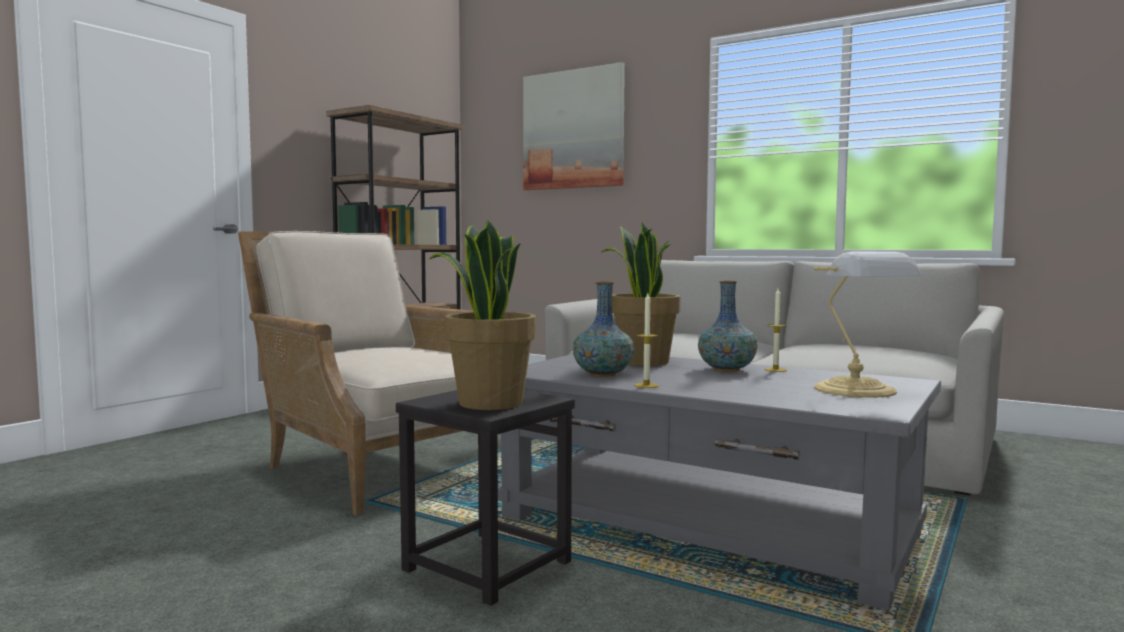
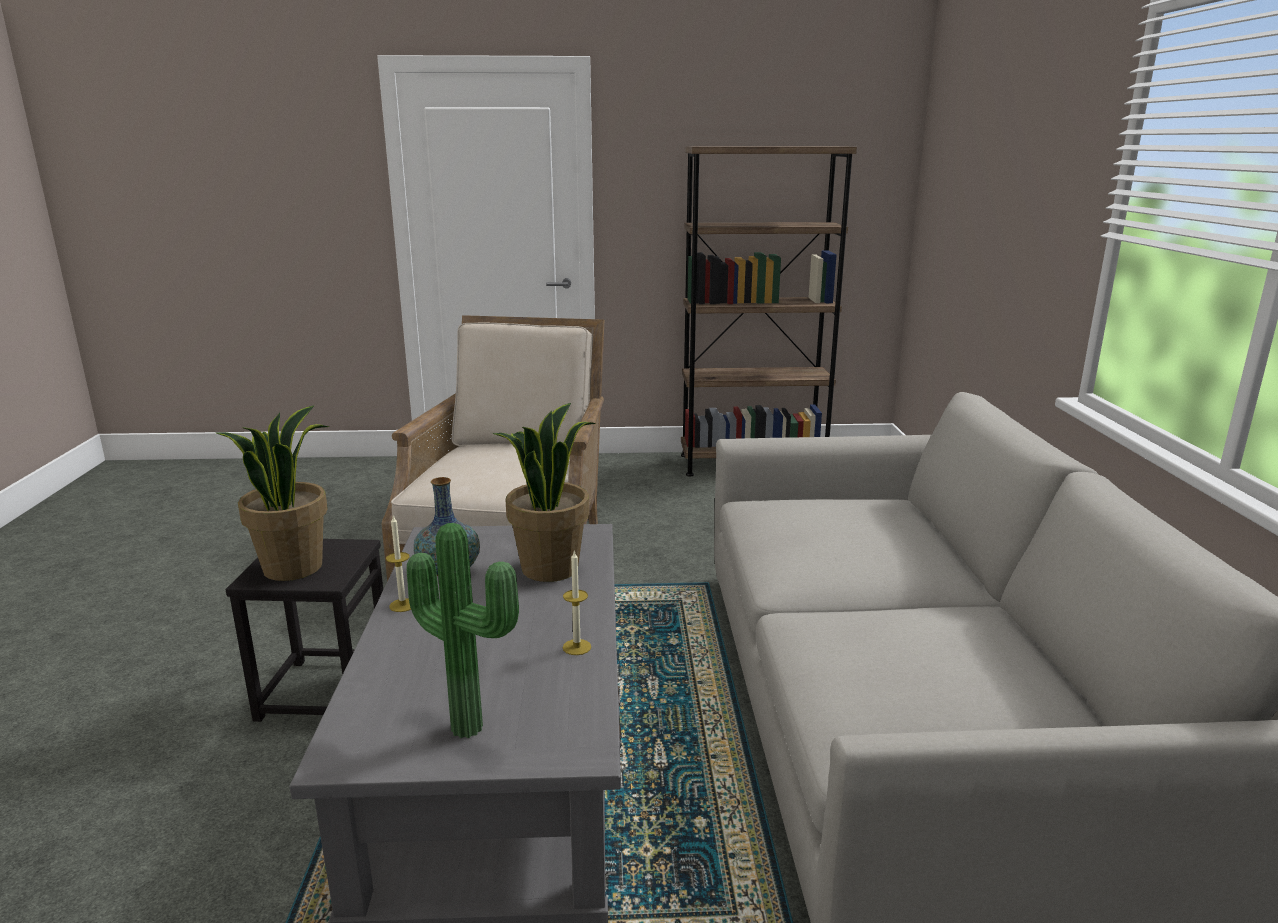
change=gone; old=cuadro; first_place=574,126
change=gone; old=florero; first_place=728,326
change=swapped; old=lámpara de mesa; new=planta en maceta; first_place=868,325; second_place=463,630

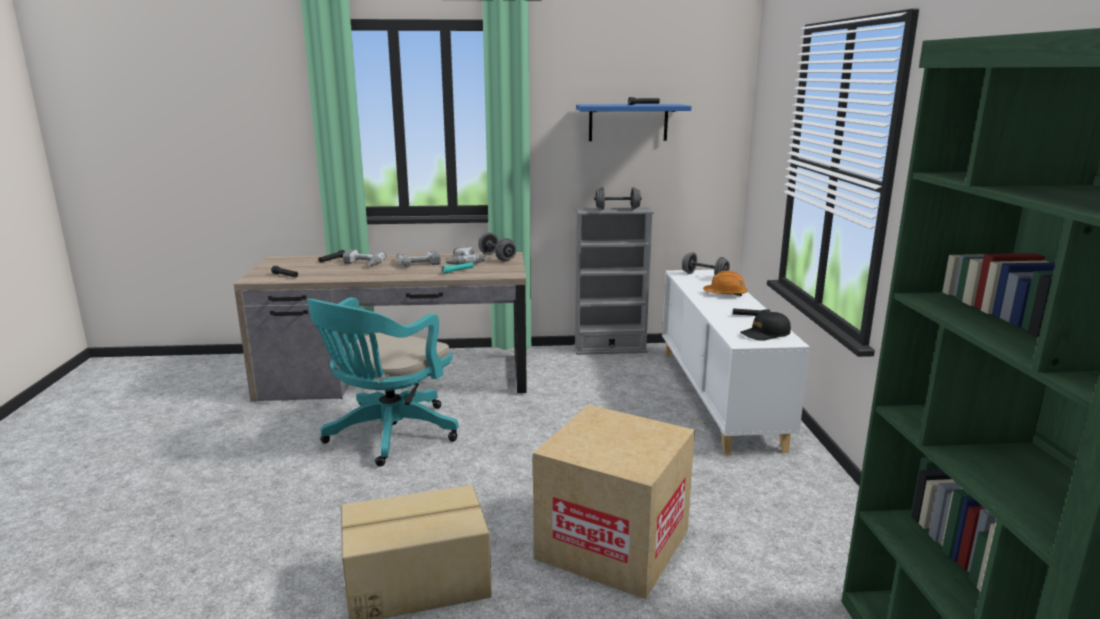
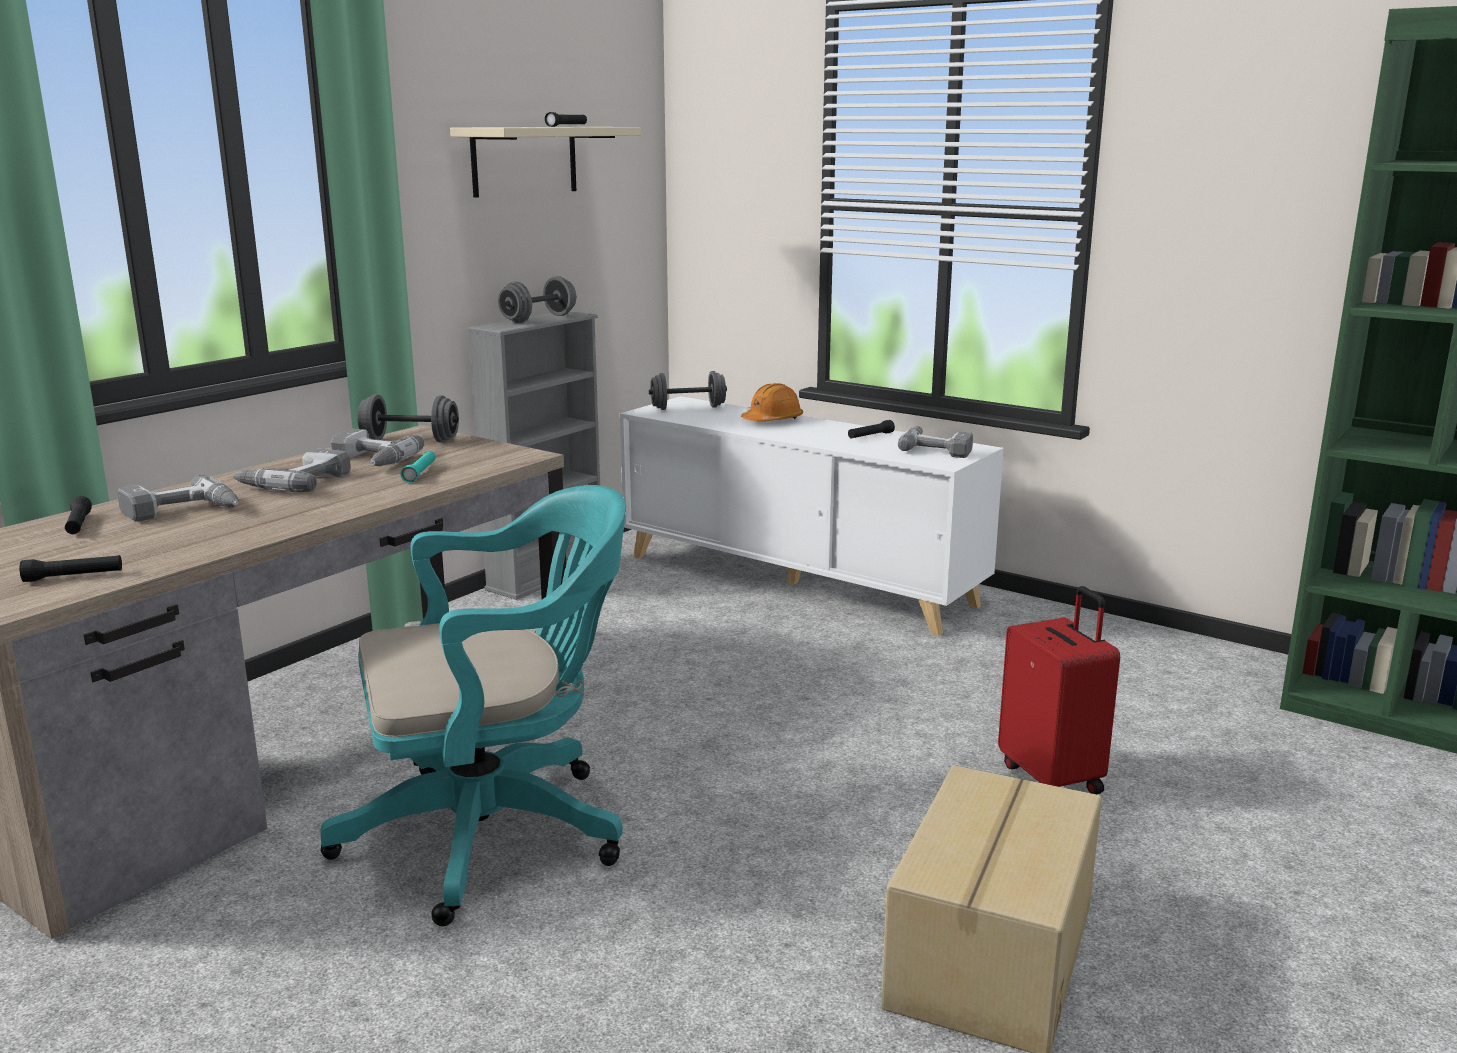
change=swapped; old=caja de cartón; new=maleta (rojo); first_place=614,501; second_place=1059,690
change=swapped; old=gorra (negro); new=taladro; first_place=765,326; second_place=935,442
change=repainted; old=estante (azul); new=estante (beis); first_place=634,122; second_place=545,162
change=rotated; old=silla de oficina (turquesa); first_place=382,382; second_place=473,705; degrees=-90

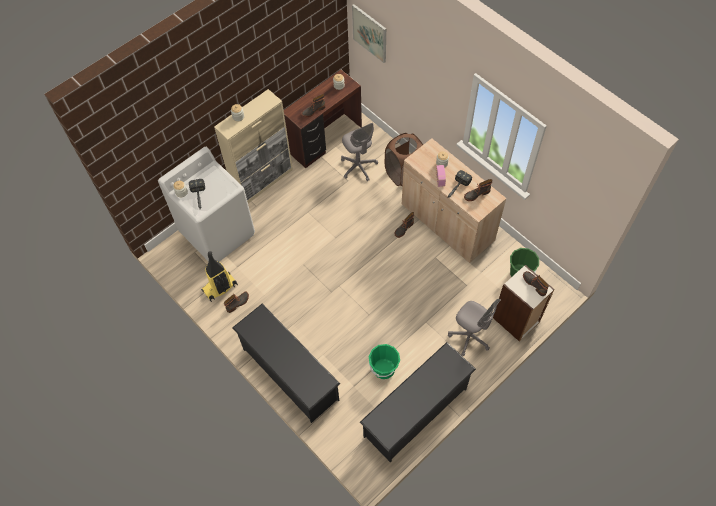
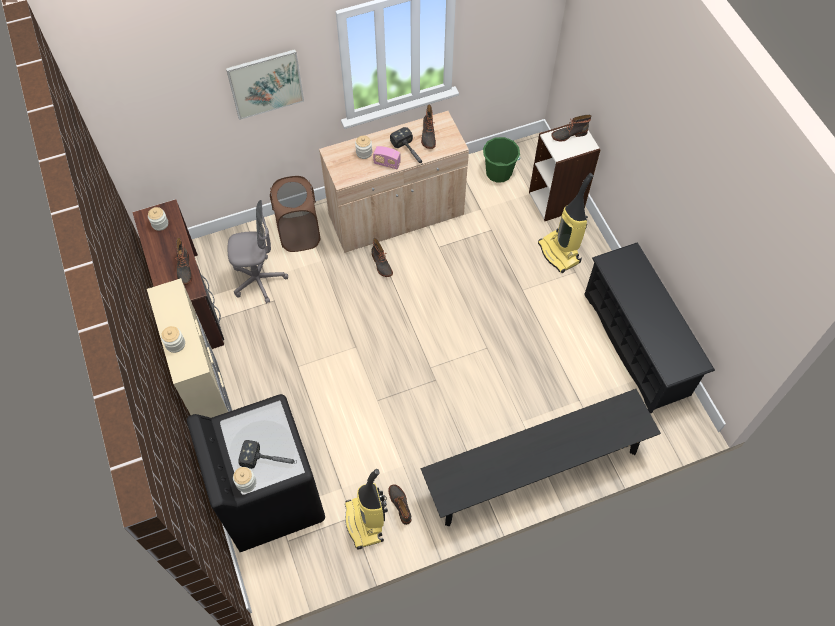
change=gone; old=cubo (verde); first_place=384,361
change=shifted; old=cuadro; first_place=369,33; second_place=265,84
change=swapped; old=zapatero (negro); new=banco (negro); first_place=286,363; second_place=541,457
change=swapped; old=silla de oficina (gris); new=aspiradora; first_place=474,327; second_place=566,223
change=repainted; old=lavadora (blanco); new=lavadora (negro); first_place=206,204; second_place=256,473

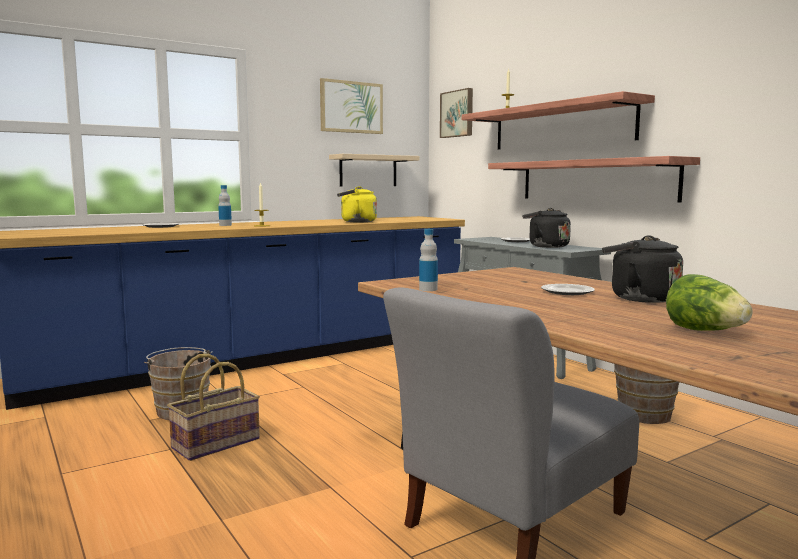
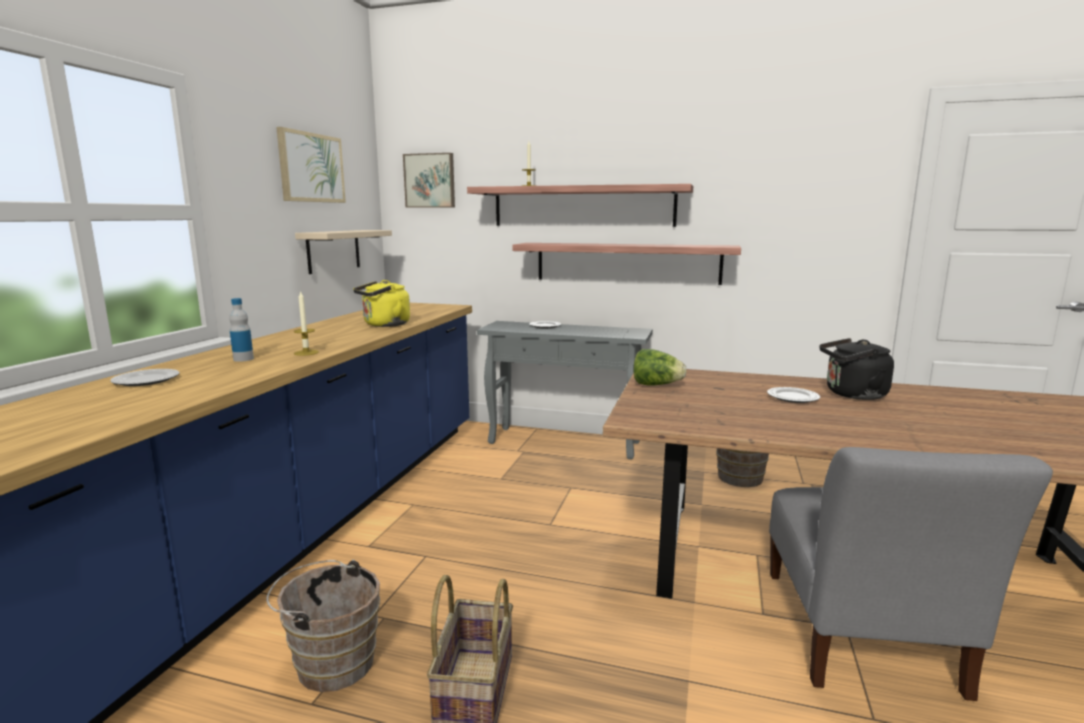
change=gone; old=botella; first_place=428,260
change=gone; old=hervidor (negro); first_place=546,228
change=shifted; old=lechuga; first_place=709,302; second_place=660,367

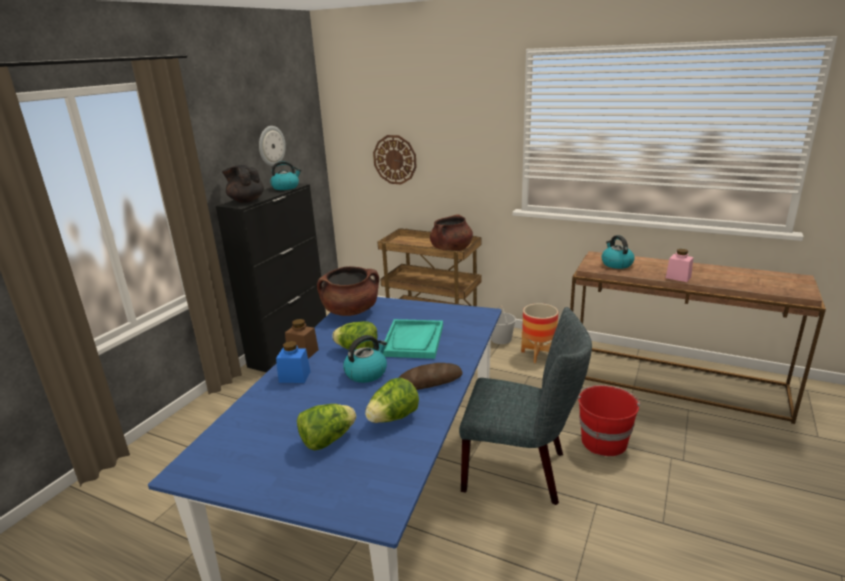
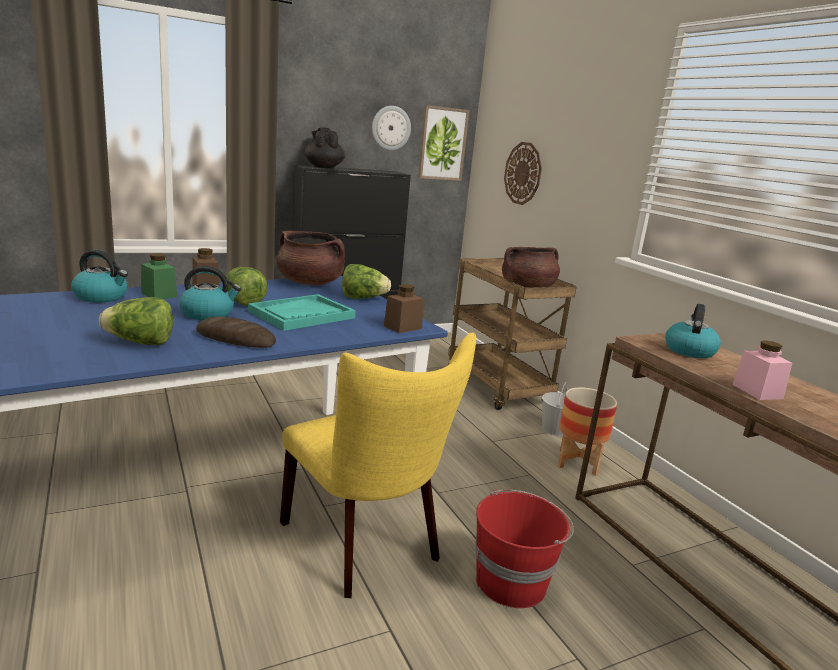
change=new; new=tarro (marrón); second_place=404,308
change=new; new=cuadro; second_place=443,143
change=shifted; old=hervidor; first_place=285,175; second_place=99,276
change=shifted; old=lechuga; first_place=326,427; second_place=366,281
change=repainted; old=tarro (azul); new=tarro (verde); first_place=293,362; second_place=159,276
change=repainted; old=silla (gris); new=silla (amarillo); first_place=525,406; second_place=378,465

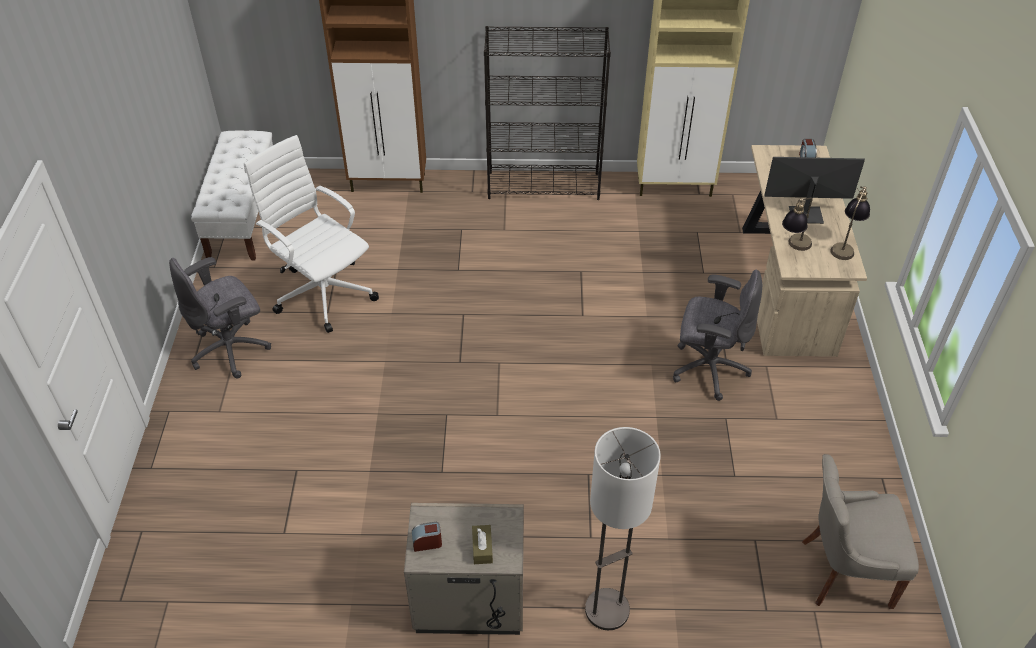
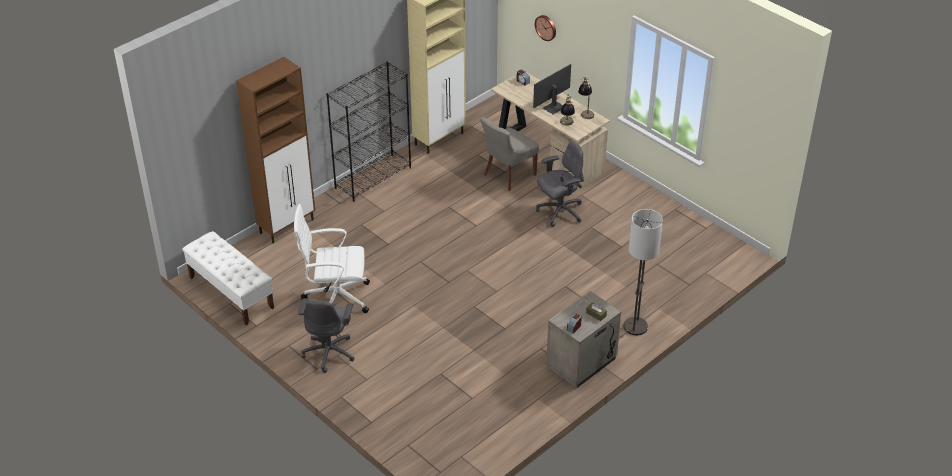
change=new; new=reloj de pared; second_place=545,28
change=shifted; old=silla (gris); first_place=860,531; second_place=509,154

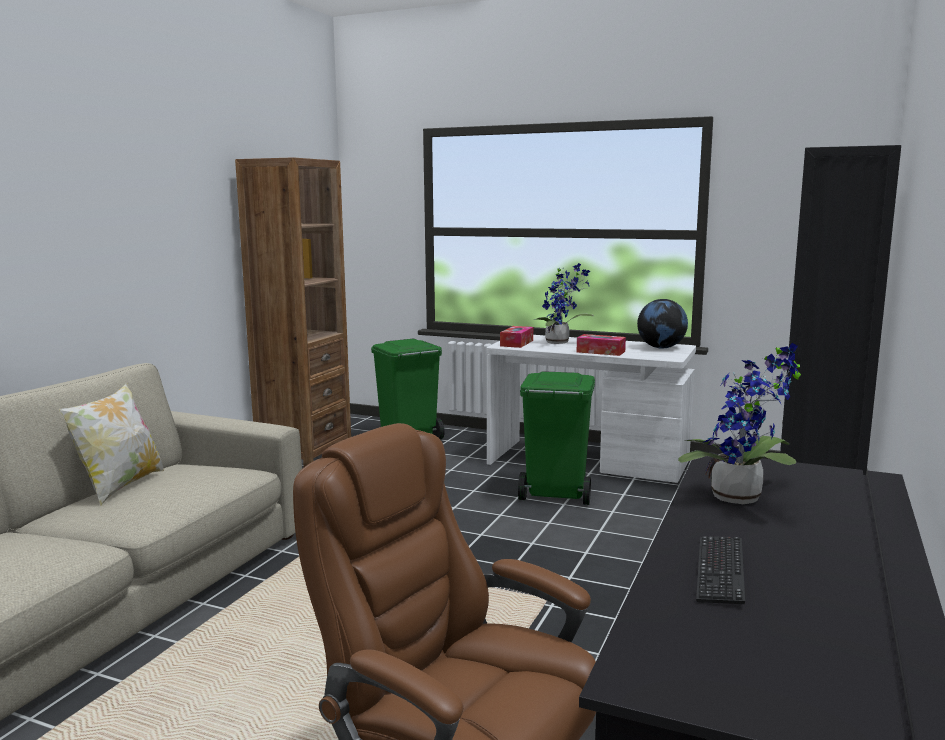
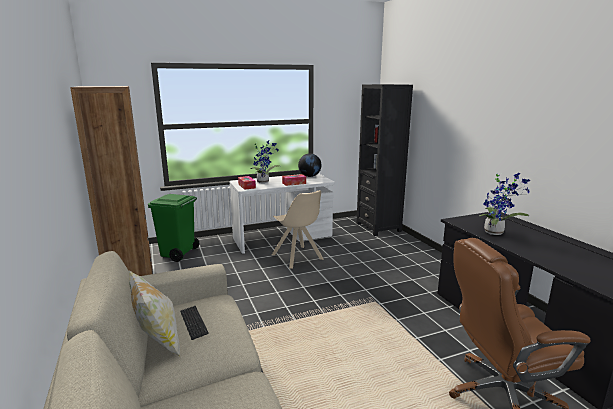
change=shifted; old=teclado; first_place=720,570; second_place=194,323
change=swapped; old=papelera (verde); new=silla (beis); first_place=556,438; second_place=297,229

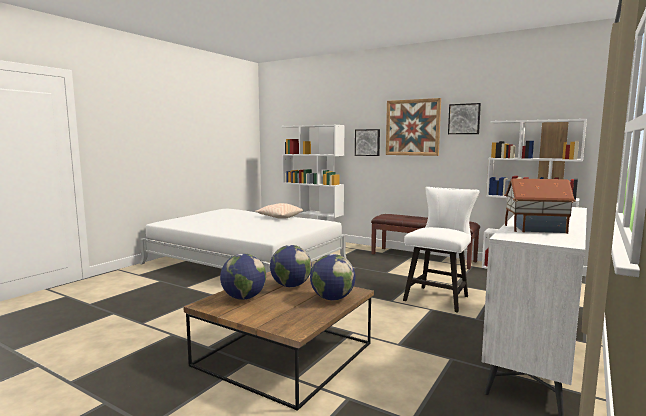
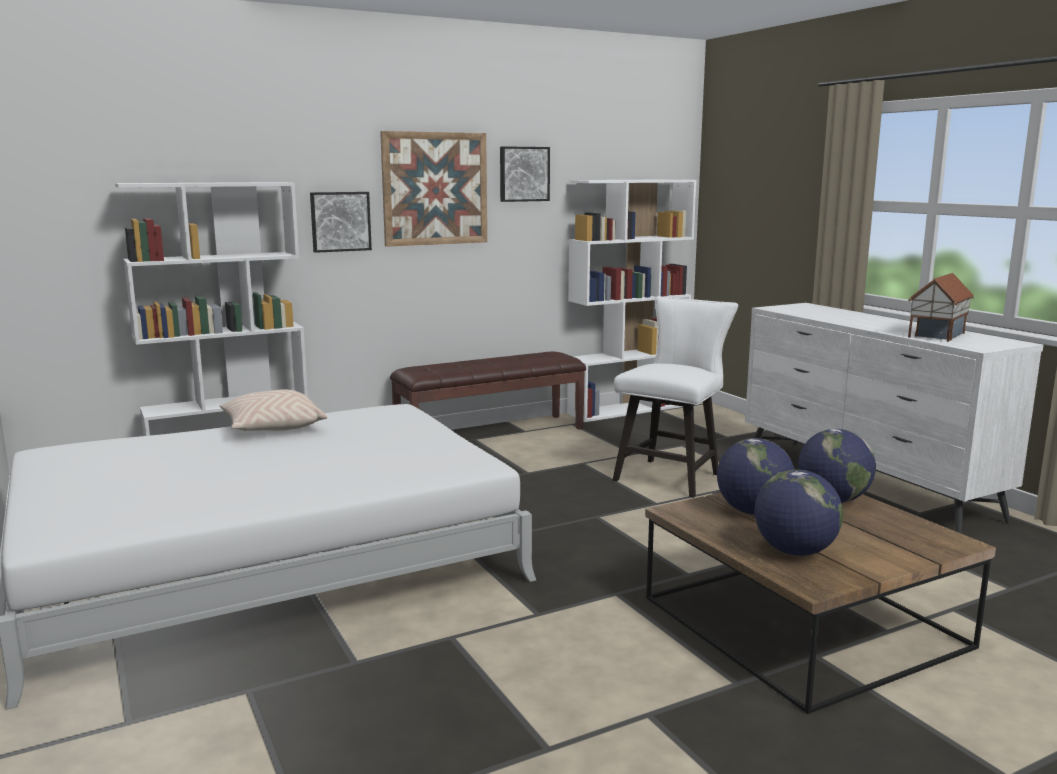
change=rotated; old=silla (blanco); first_place=441,250; second_place=675,397; degrees=60

